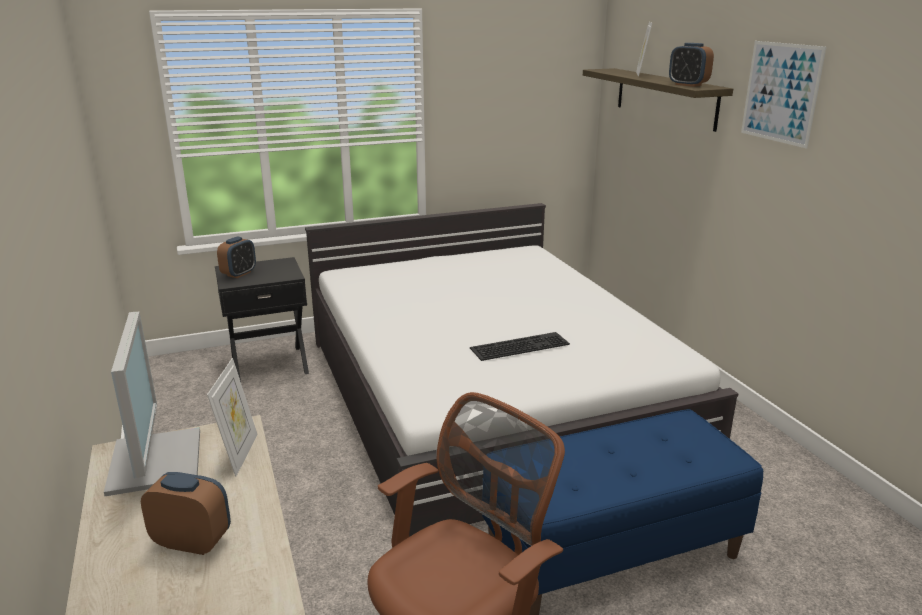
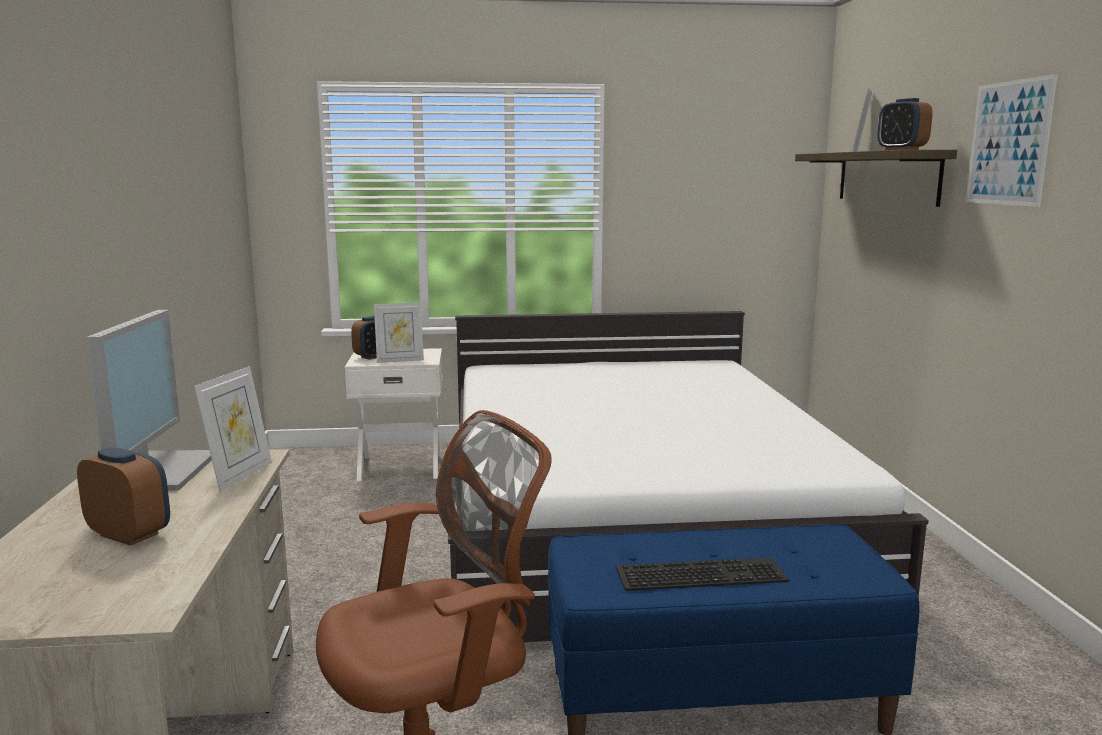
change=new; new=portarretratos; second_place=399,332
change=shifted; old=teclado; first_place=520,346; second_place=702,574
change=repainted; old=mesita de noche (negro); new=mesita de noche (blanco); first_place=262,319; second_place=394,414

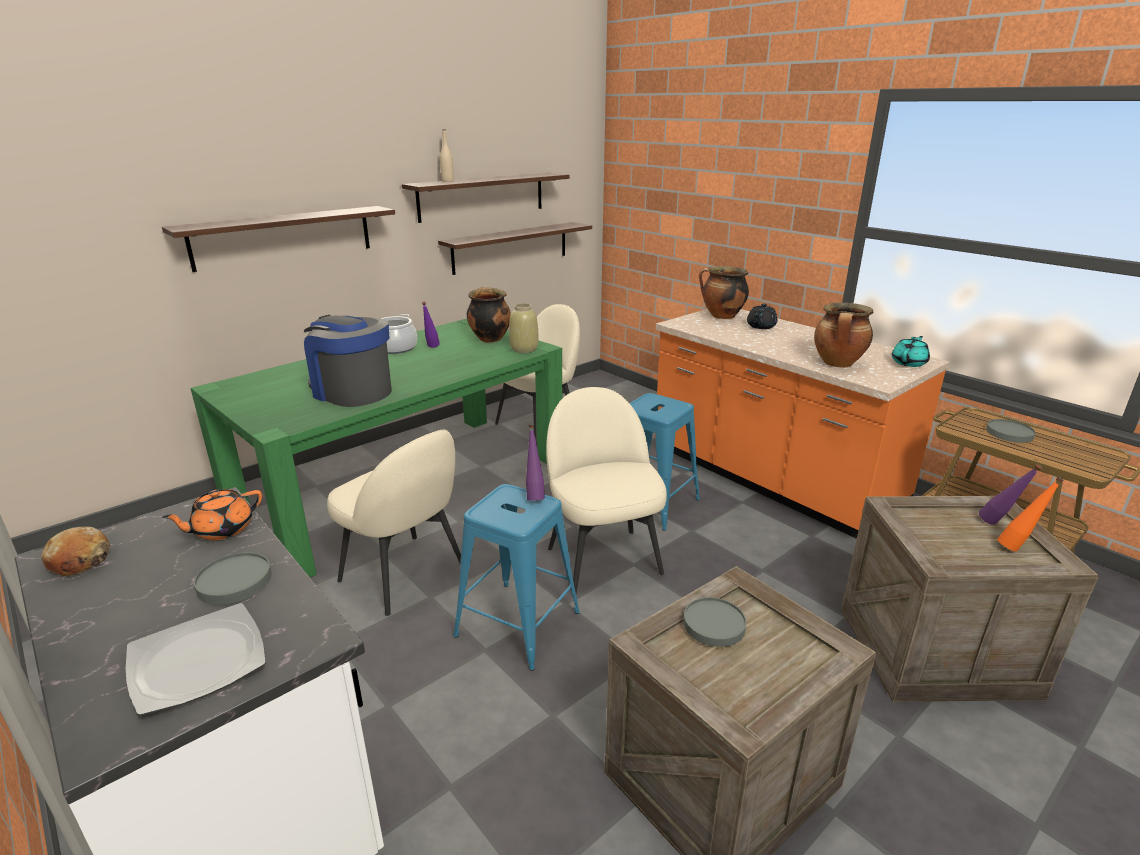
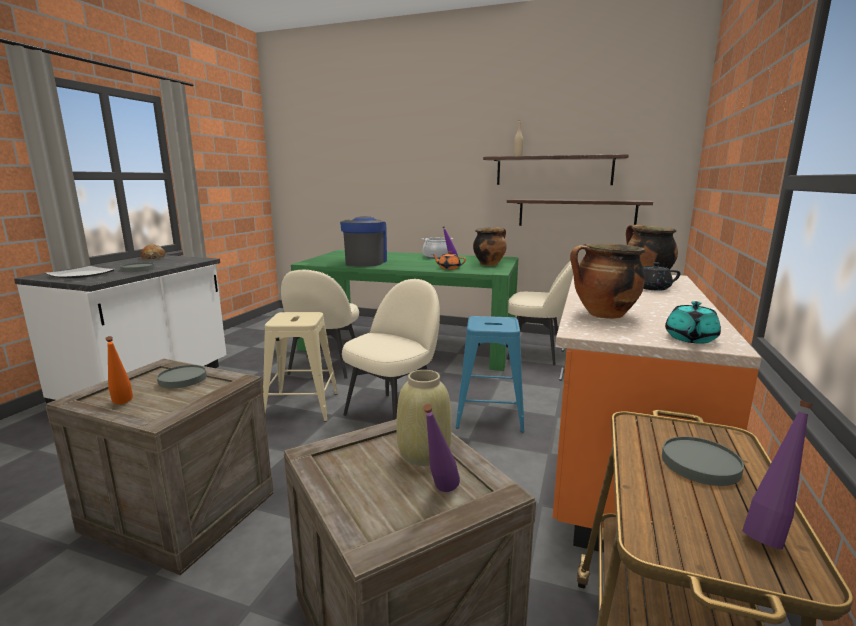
change=gone; old=estante; first_place=278,239
change=shifted; old=tetera (naranja); first_place=212,514; second_place=449,260
change=shifted; old=florero (beis); first_place=523,328; second_place=424,418
change=shifted; old=botella (morado); first_place=535,462; second_place=777,474
change=shifted; old=botella (naranja); first_place=1030,514; second_place=119,370
change=repainted; old=taburete (azul); new=taburete (beis); first_place=516,577; second_place=300,367
change=rotated; old=tetera (turquesa); first_place=911,351; second_place=693,322; degrees=105

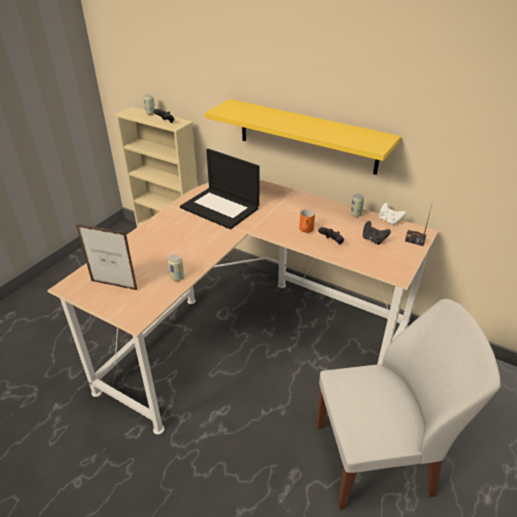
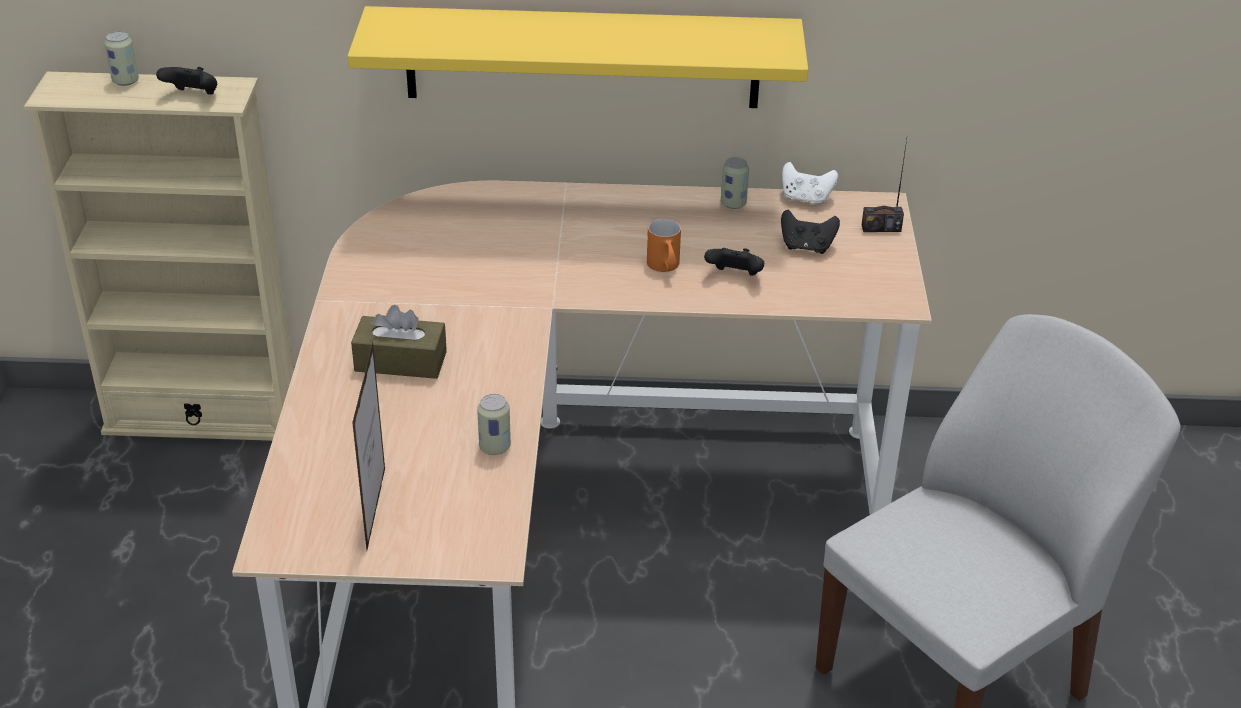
change=gone; old=portátil; first_place=219,189
change=new; new=caja de pañuelos (marrón); second_place=399,342
change=rotated; old=portarretratos; first_place=106,257; second_place=368,445; degrees=-75

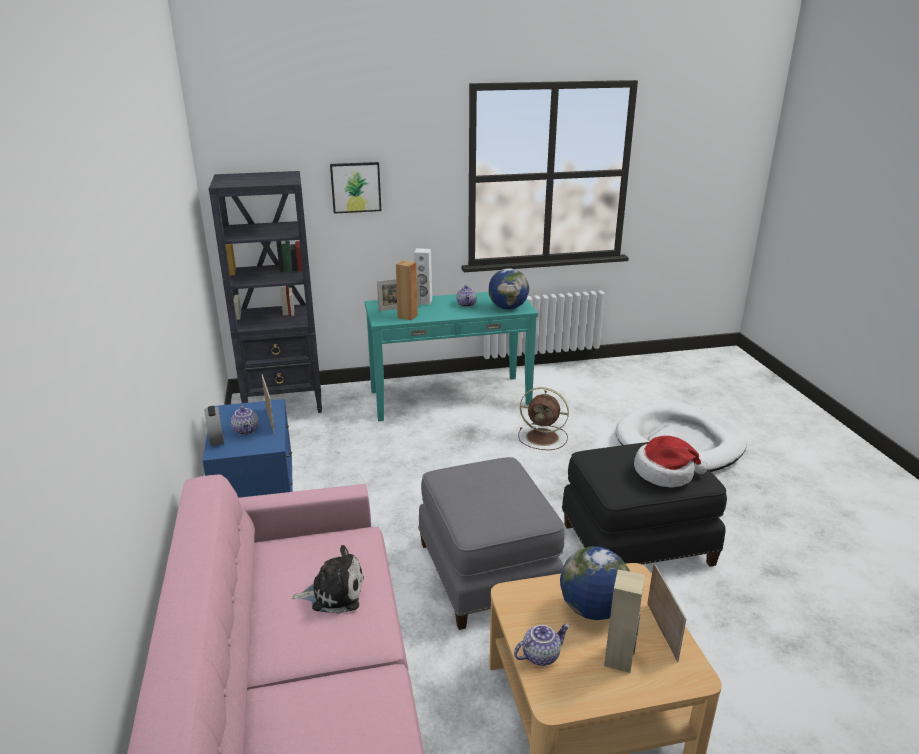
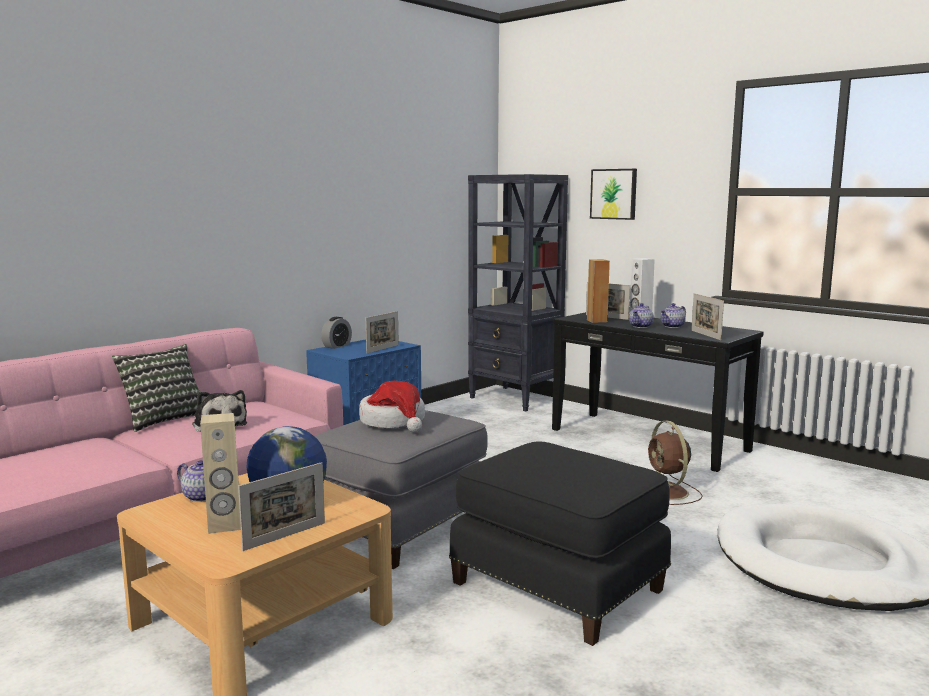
change=new; new=cojín; second_place=156,388
change=shifted; old=tetera; first_place=245,419; second_place=641,315
change=shifted; old=sombrero; first_place=671,461; second_place=392,406
change=swapped; old=globo terráqueo; new=portarretratos; first_place=509,288; second_place=707,316
change=repainted; old=mesa consola (turquesa); new=mesa consola (negro); first_place=451,356; second_place=658,392

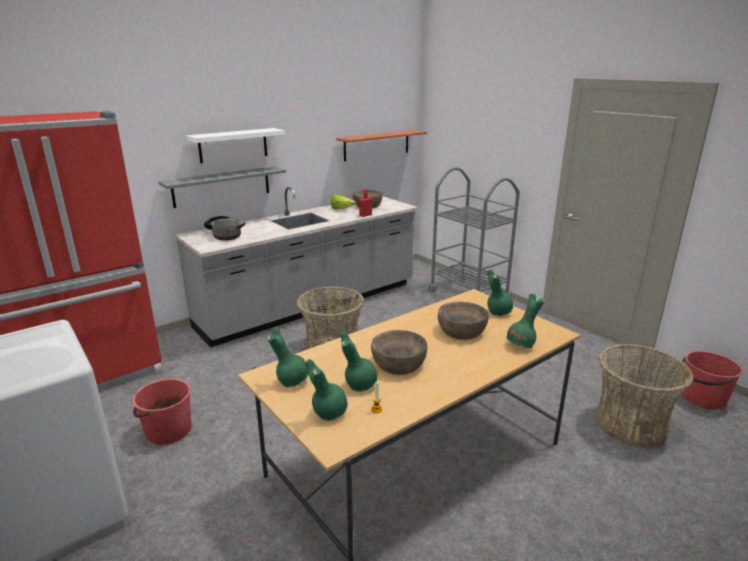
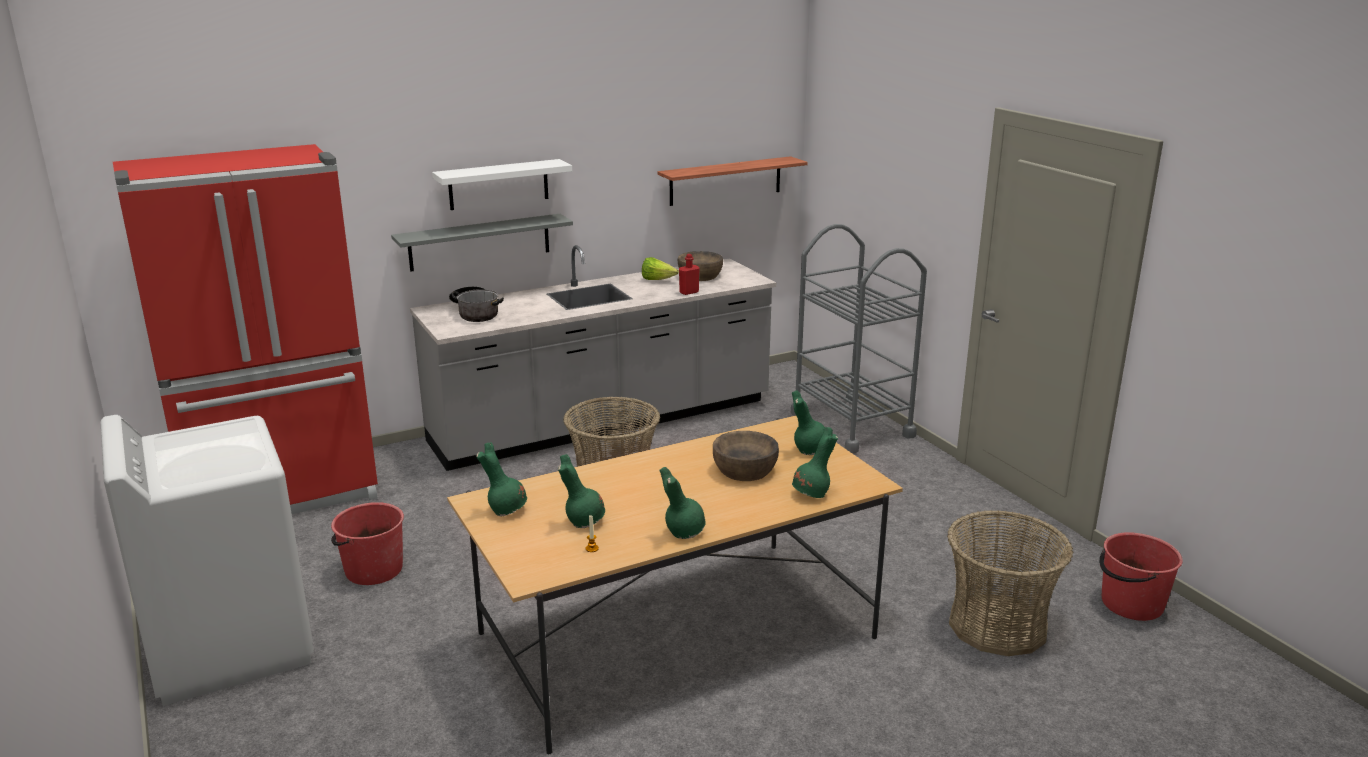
change=gone; old=cuenco (marrón); first_place=399,352
change=shifted; old=florero (verde); first_place=326,390; second_place=682,503

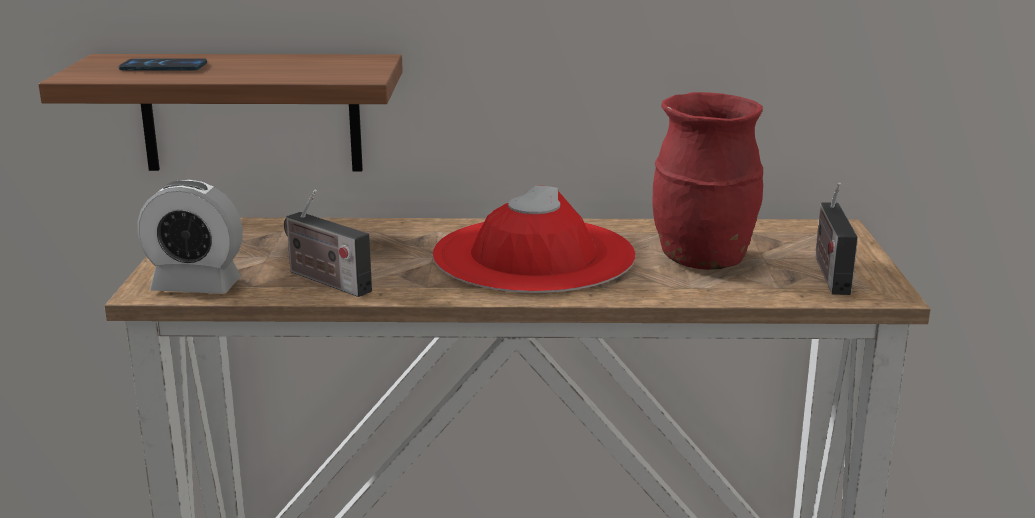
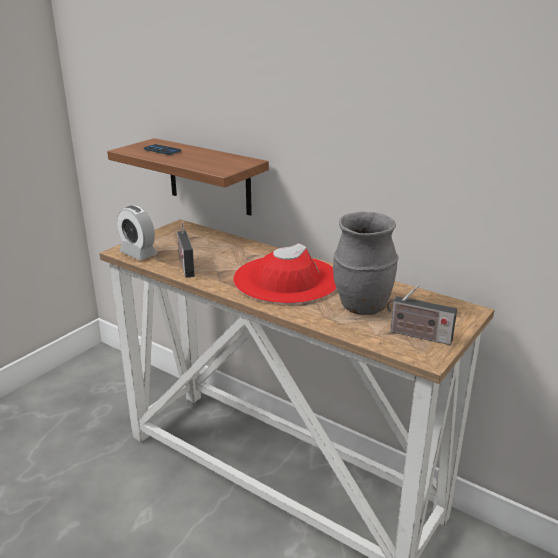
change=repainted; old=florero (rojo); new=florero (gris); first_place=707,181; second_place=366,263
change=rotated; old=radio; first_place=836,238; second_place=422,315; degrees=-105

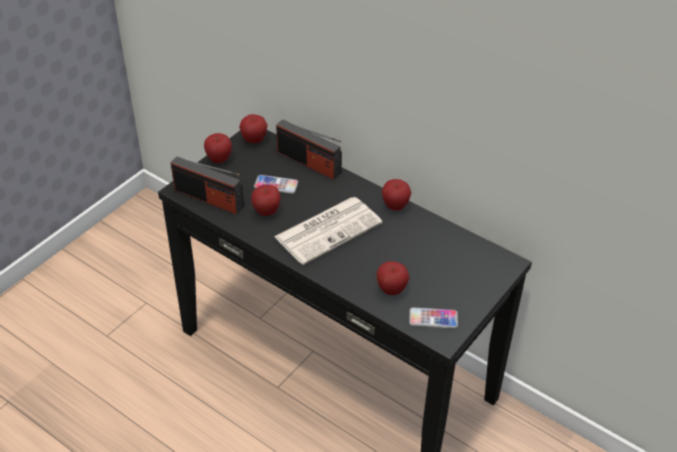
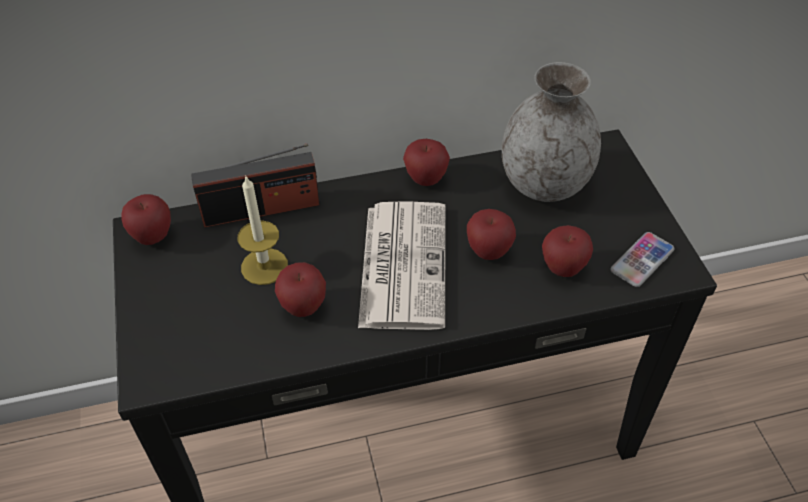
change=gone; old=radio; first_place=207,186
change=new; new=florero (gris); second_place=551,132
change=shifted; old=manzana; first_place=218,148; second_place=491,234
change=swapped; old=móvil; new=vela; first_place=276,184; second_place=263,230

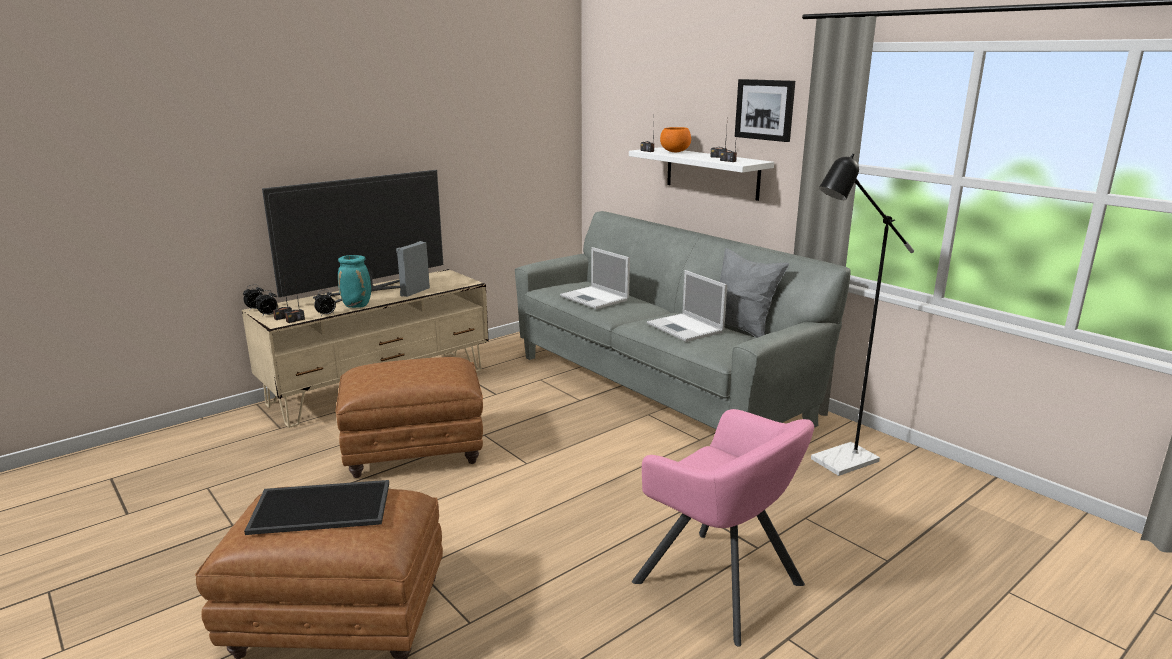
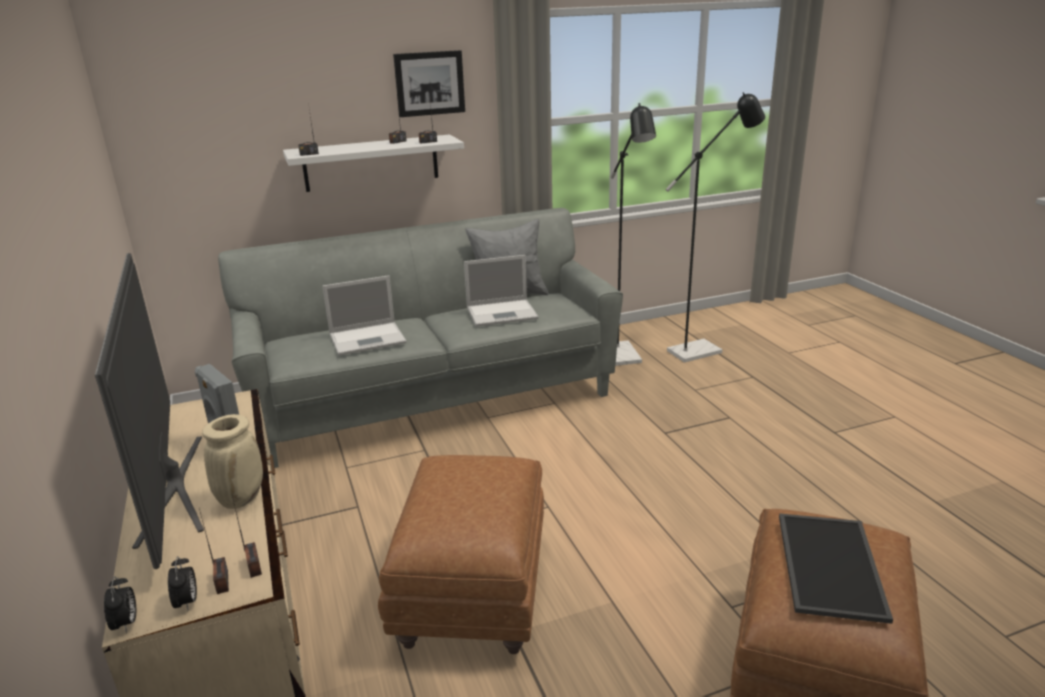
change=gone; old=despertador; first_place=325,302
change=gone; old=sillón (rosa); first_place=723,528
change=gone; old=cuenco (naranja); first_place=675,139
change=new; new=lámpara de pie (negro); second_place=715,227
change=repainted; old=florero (turquesa); new=florero (beis); first_place=354,281; second_place=232,461

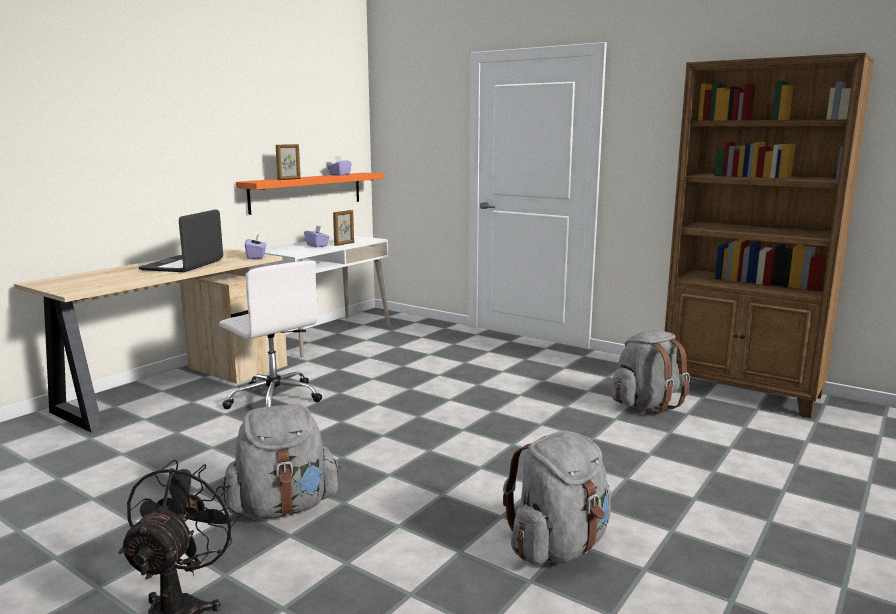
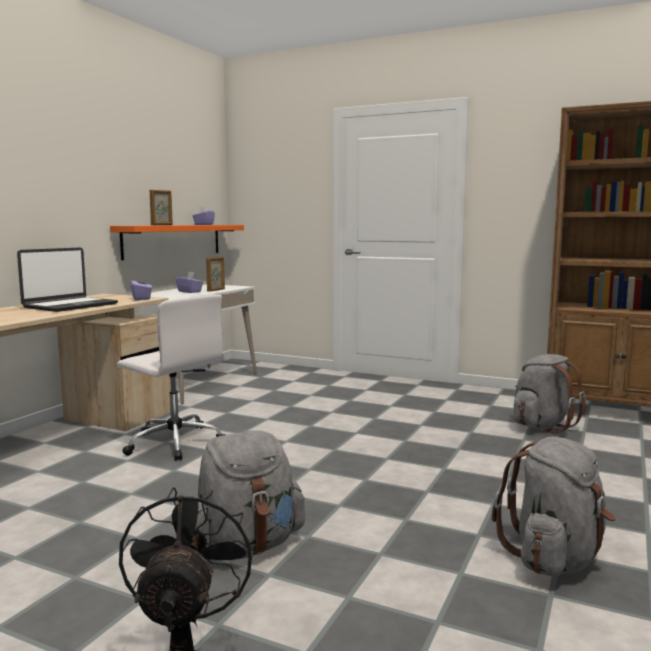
change=rotated; old=portátil; first_place=181,240; second_place=67,279; degrees=-150

